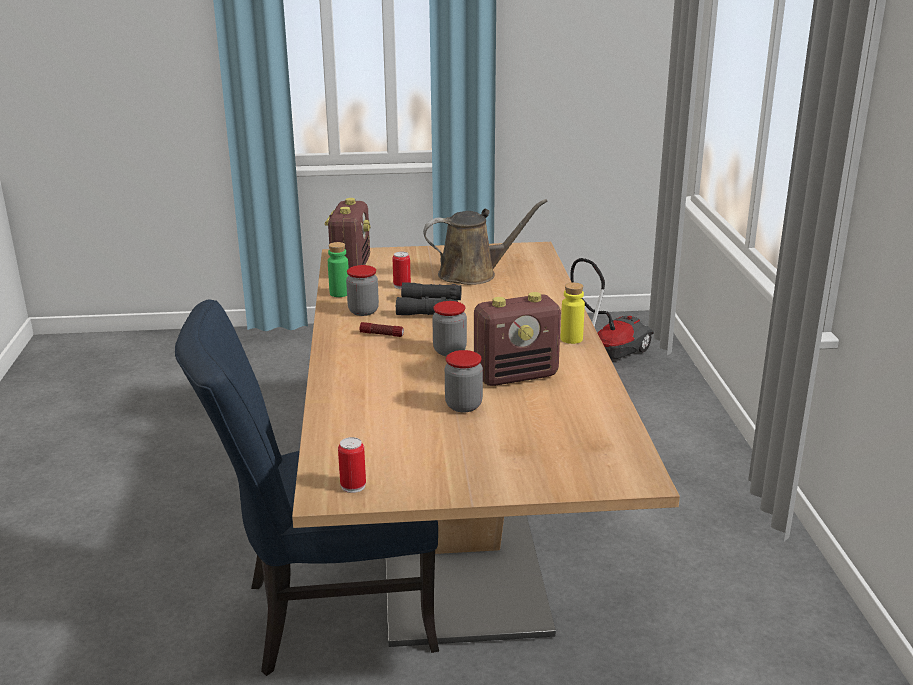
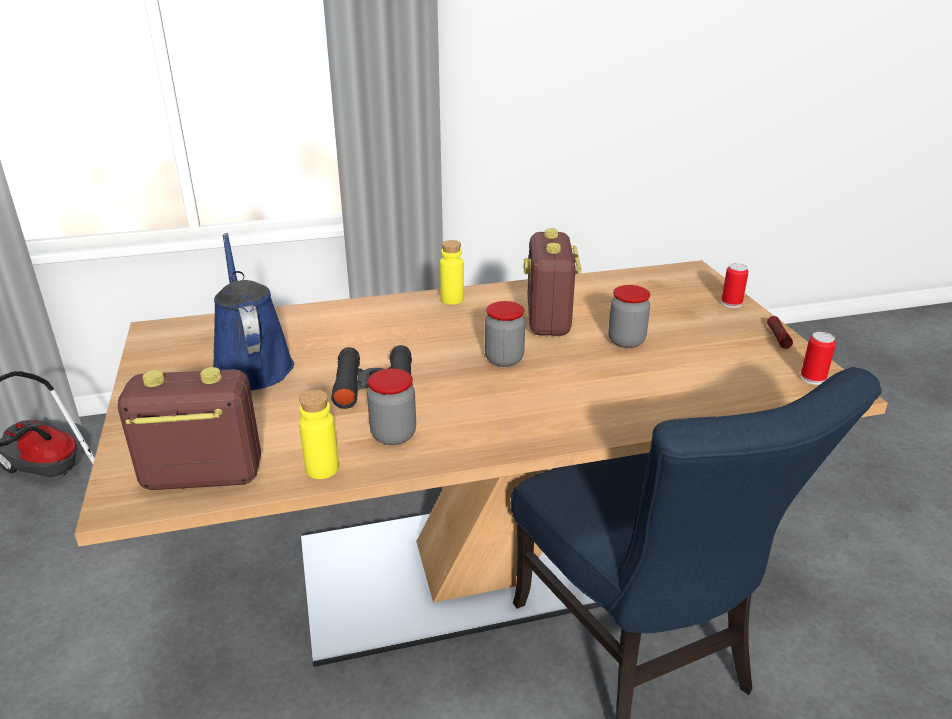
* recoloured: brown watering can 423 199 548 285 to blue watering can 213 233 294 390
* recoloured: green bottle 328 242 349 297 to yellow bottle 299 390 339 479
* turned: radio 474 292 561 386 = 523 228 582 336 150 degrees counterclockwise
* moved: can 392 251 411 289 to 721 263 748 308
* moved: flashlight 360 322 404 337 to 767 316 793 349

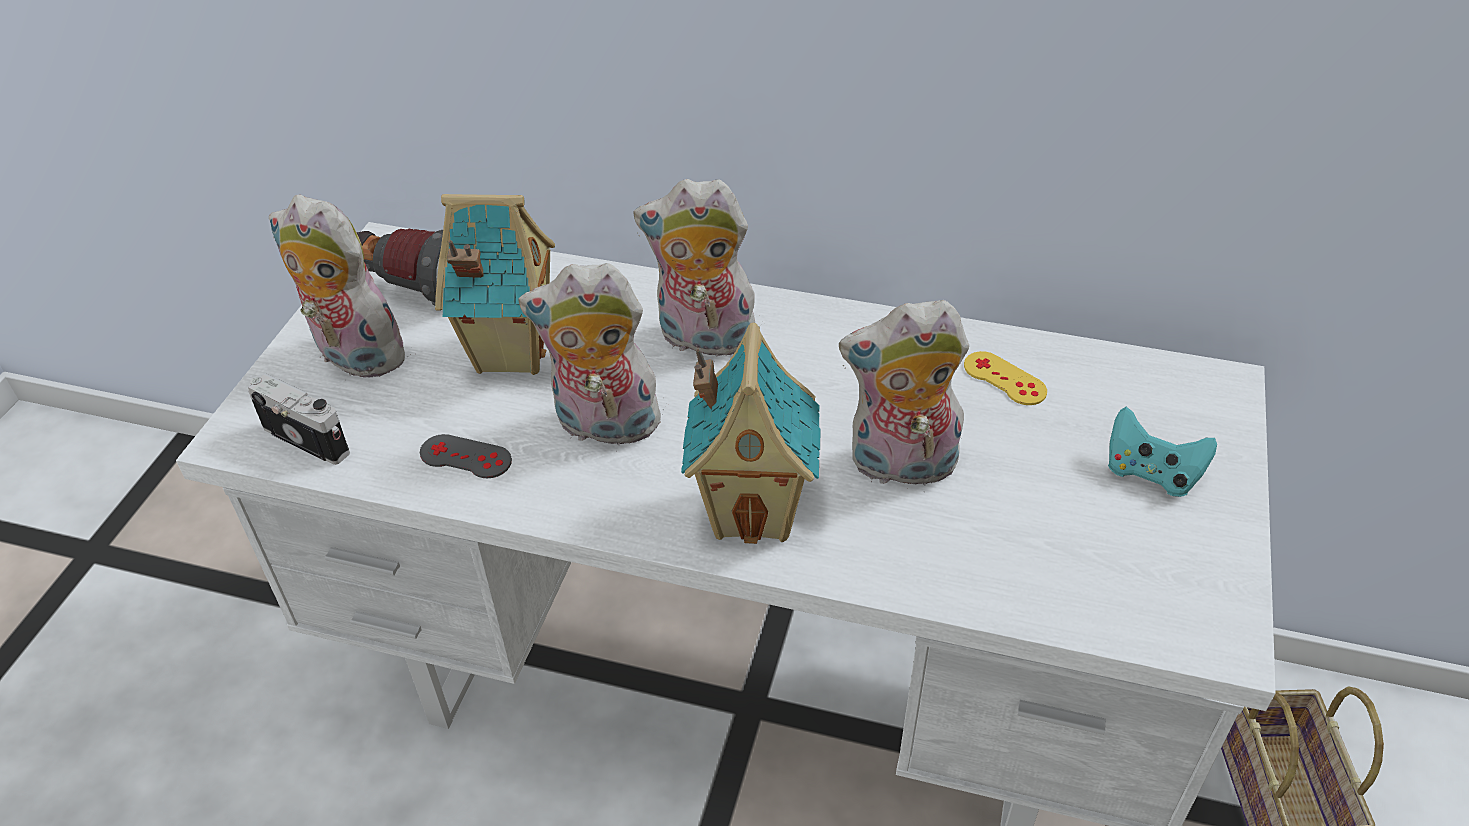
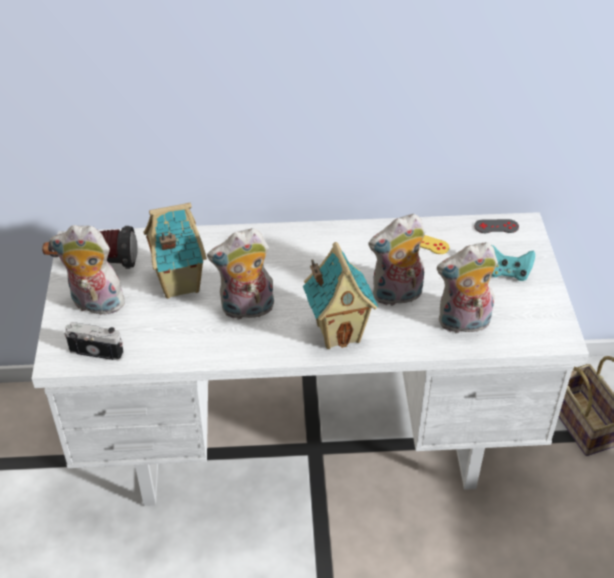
* moved: plush toy 633 179 760 362 to 437 242 498 333
* moved: grey game controller 420 434 512 478 to 474 219 519 233

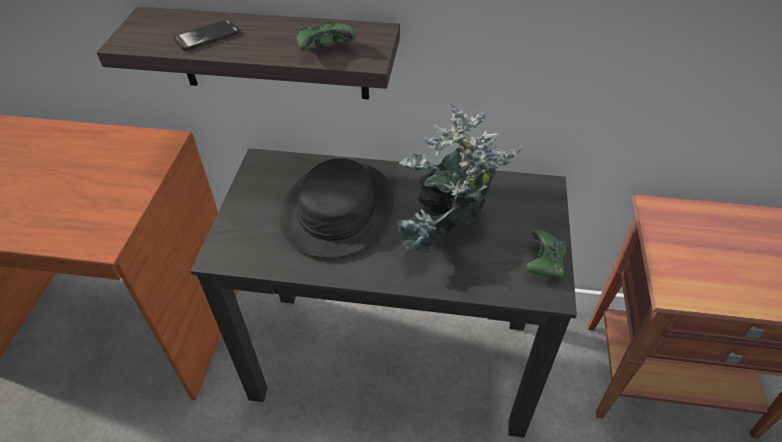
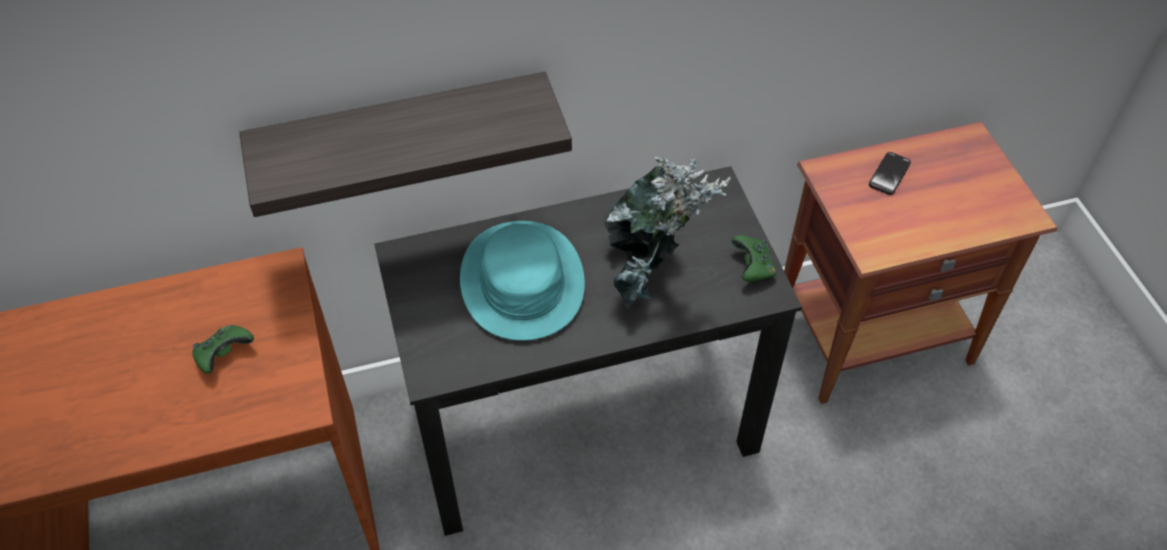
* moved: green game controller 297 21 356 51 to 192 325 254 374
* recoloured: black hat 280 158 394 258 to turquoise hat 460 221 585 341
* moved: phone 174 19 239 51 to 869 152 911 195

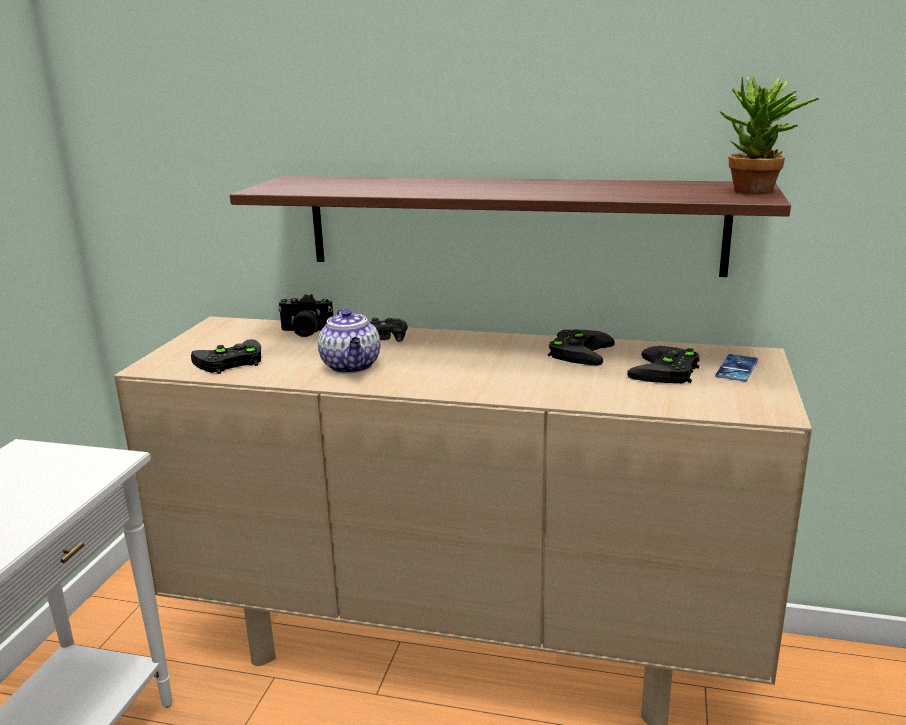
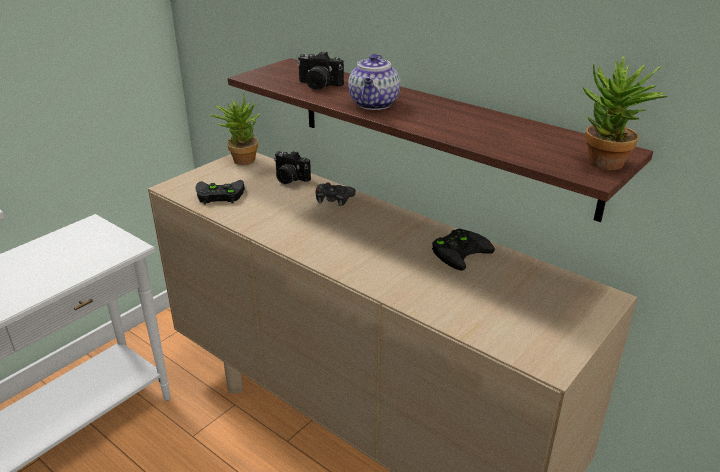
* added: potted plant 210 93 260 165
* added: photo camera 297 51 344 90
* moved: teapot 318 309 380 374 to 348 54 400 110
* removed: black game controller 627 346 700 383
* removed: phone 715 354 758 381

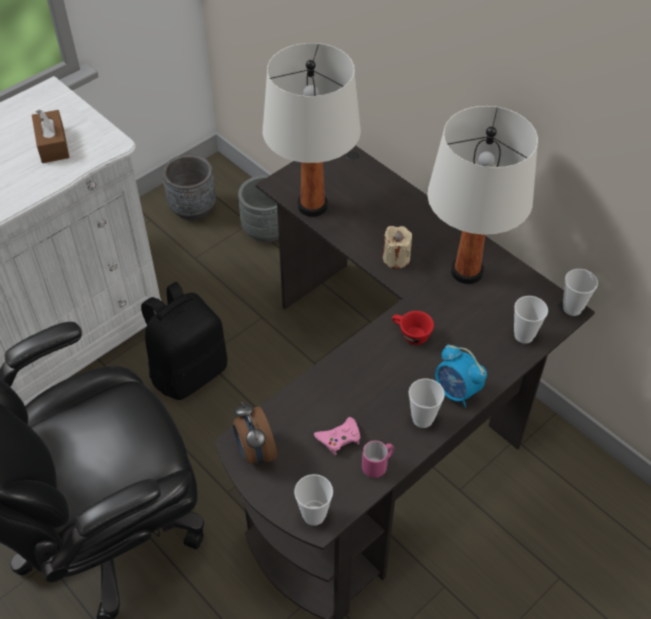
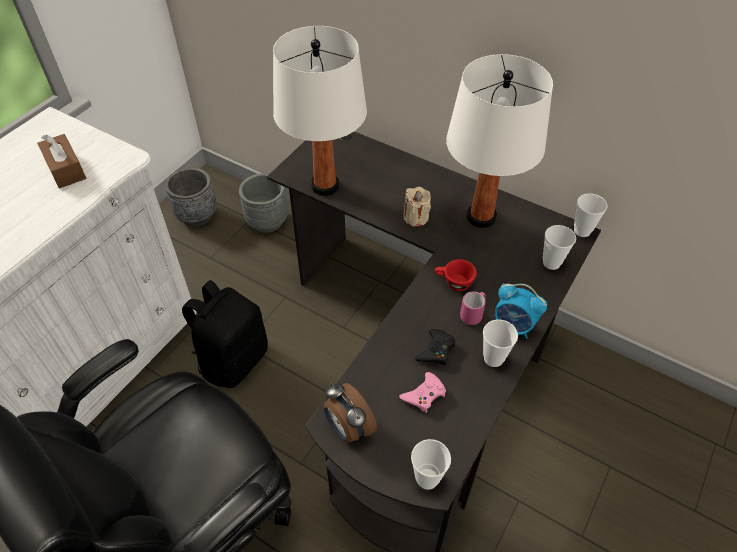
* added: black game controller 415 329 455 365
* moved: pink mug 362 441 394 478 to 460 291 486 325

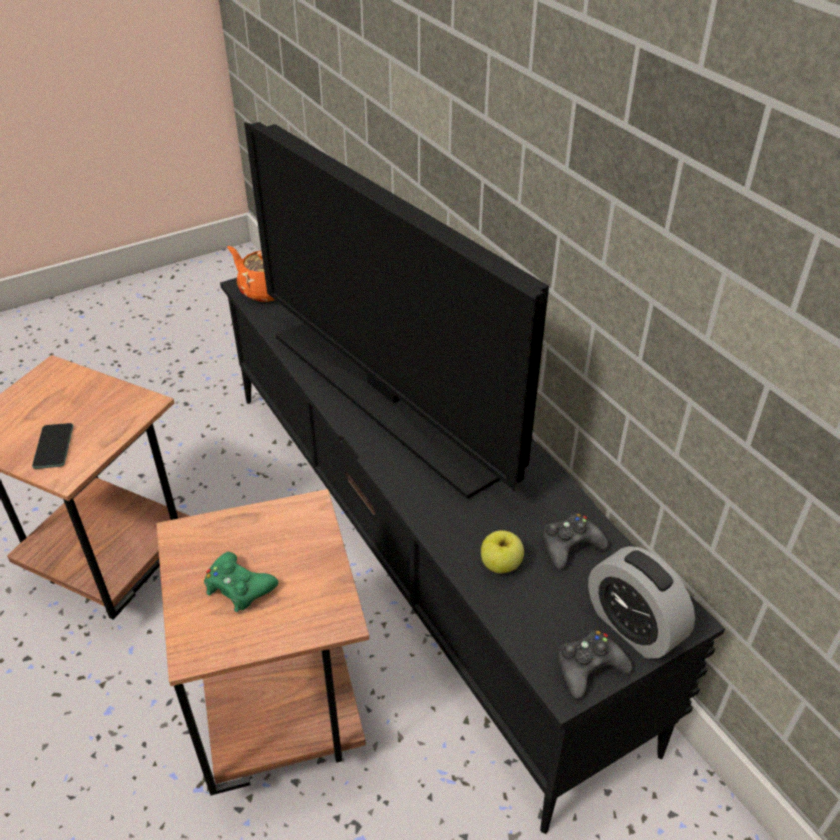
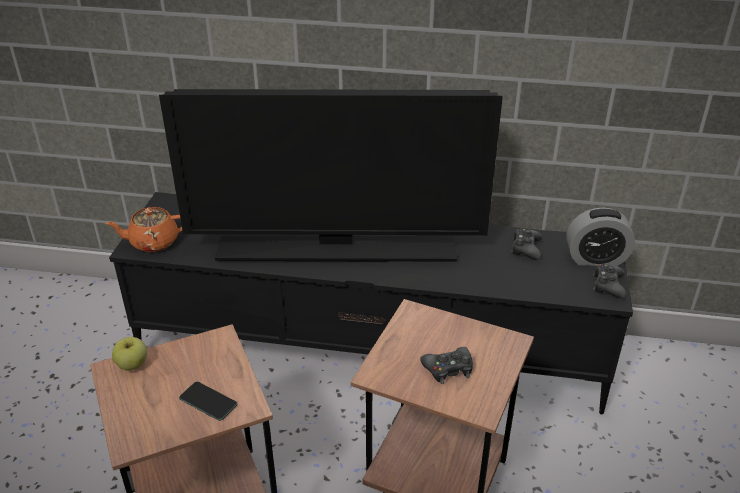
* moved: apple 481 530 524 573 to 112 337 147 371
* recoloured: green game controller 204 552 278 612 to black game controller 420 347 473 384

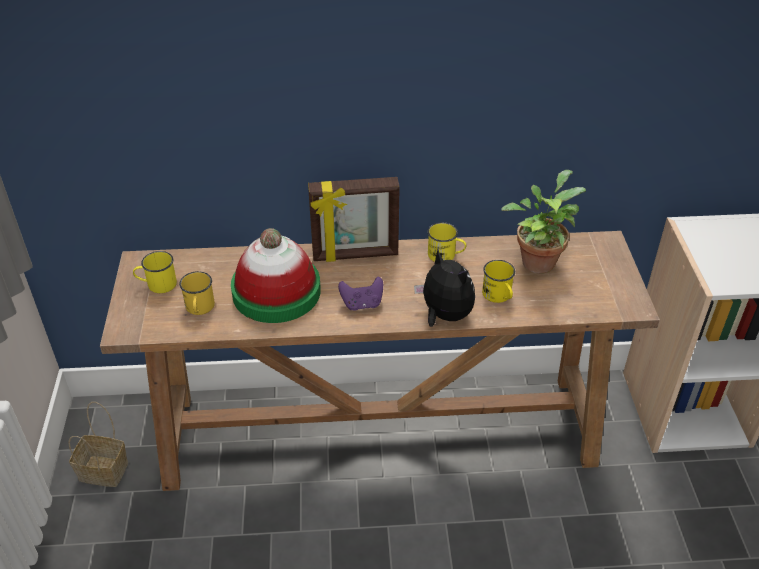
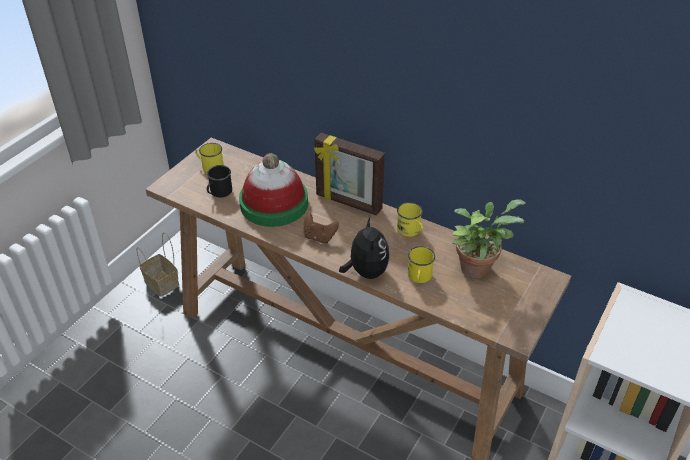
* recoloured: yellow mug 179 271 215 315 to black mug 207 165 232 198
* recoloured: purple game controller 338 277 383 311 to brown game controller 304 214 339 244

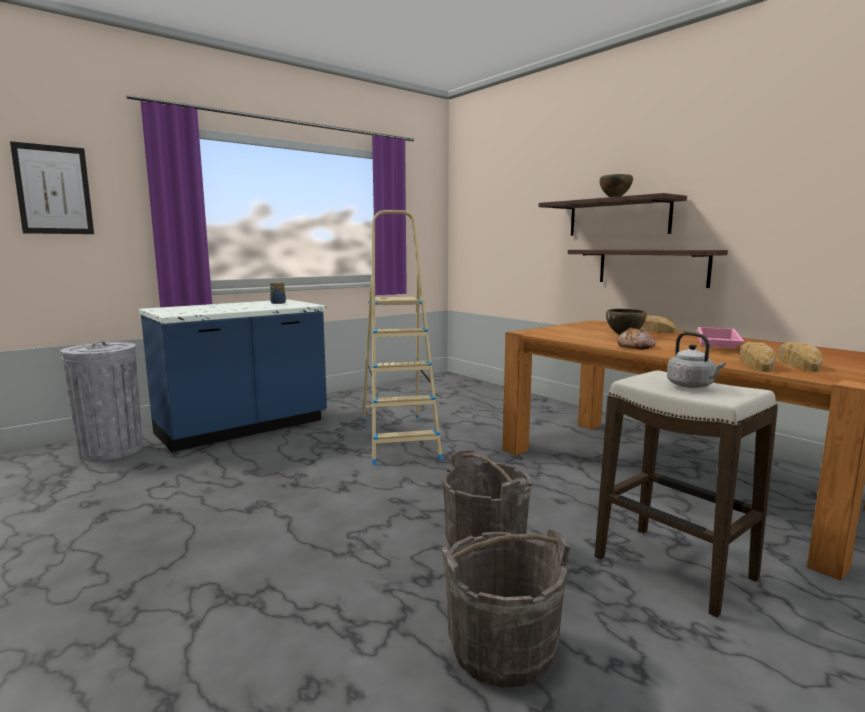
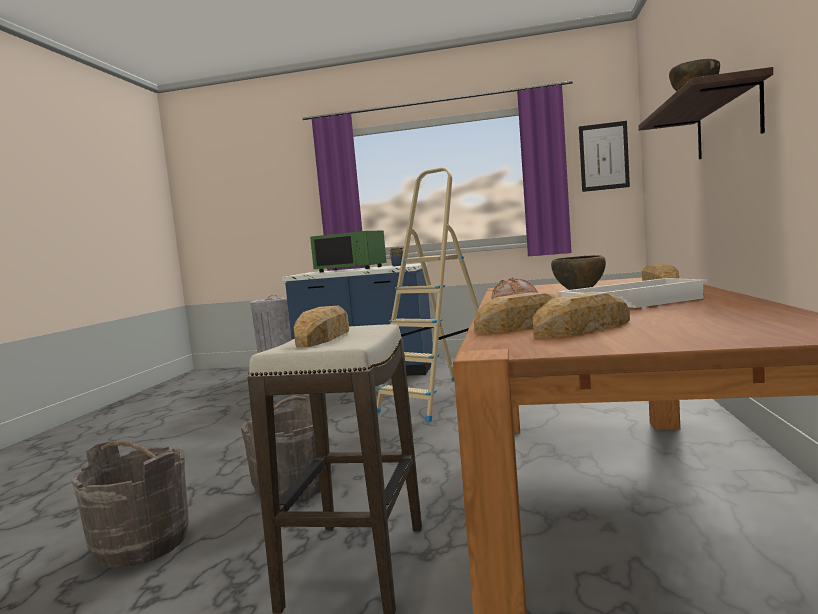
* replaced: grey kettle 667 332 726 388 to bread 294 306 349 348
* added: green microwave 310 231 387 272
* recoloured: pink tray 697 327 745 348 to white tray 557 278 708 308
* moved: picture 10 141 94 234 to 579 121 630 192
* removed: shelf 568 250 728 288

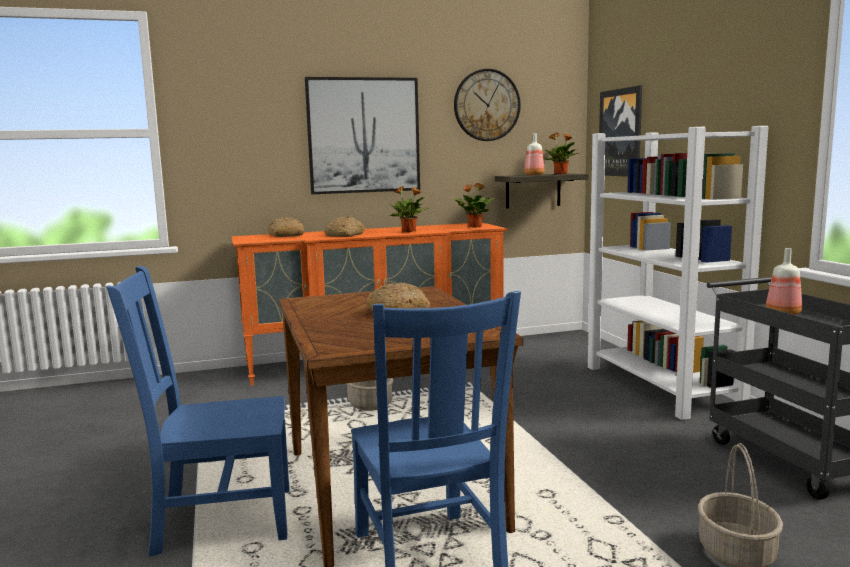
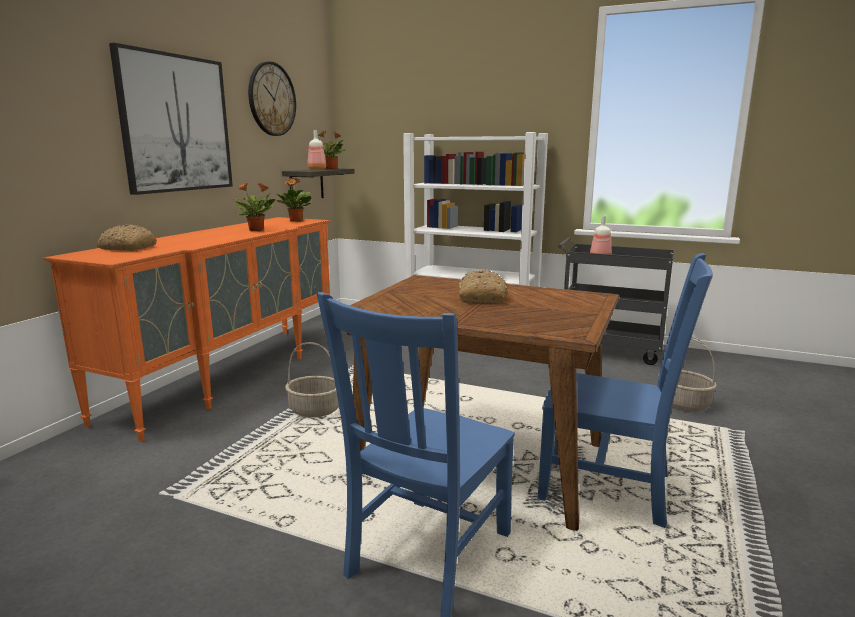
* removed: bread 325 217 365 237
* removed: picture 599 85 642 177

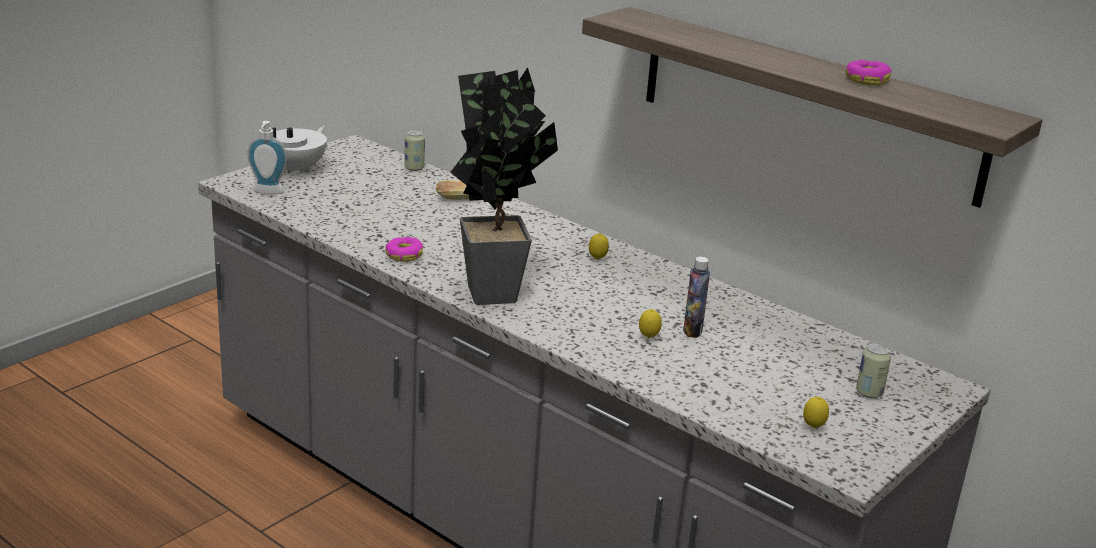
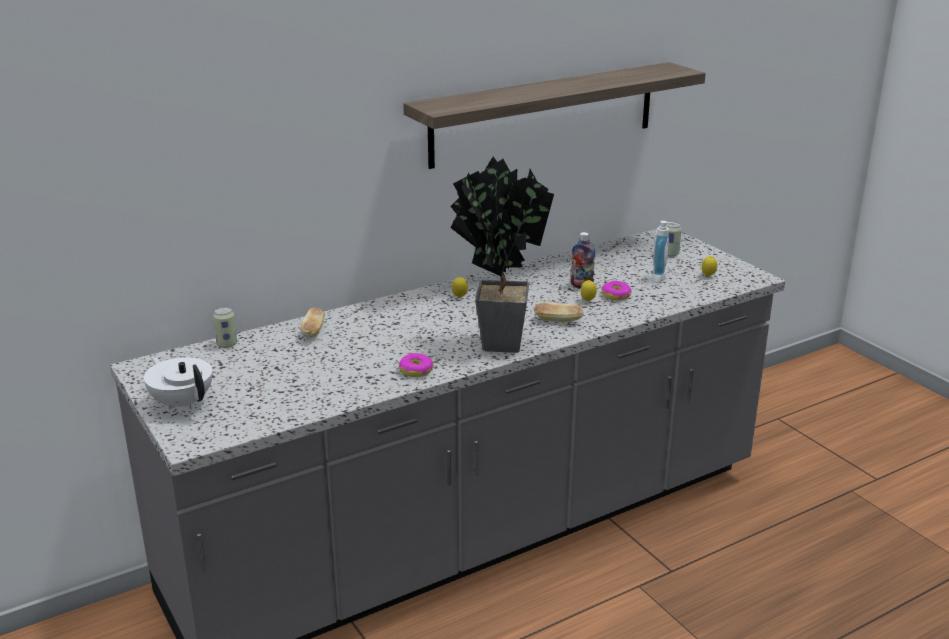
* added: bread 534 302 584 322
* moved: donut 846 60 892 85 to 602 281 632 300
* moved: soap dispenser 247 121 287 194 to 652 221 677 283

